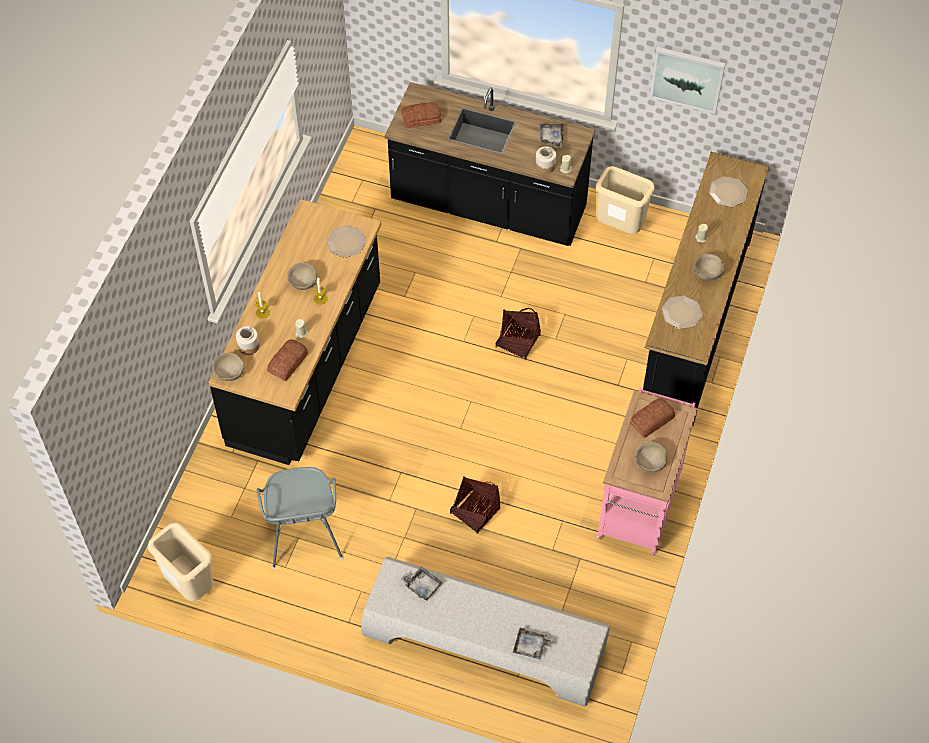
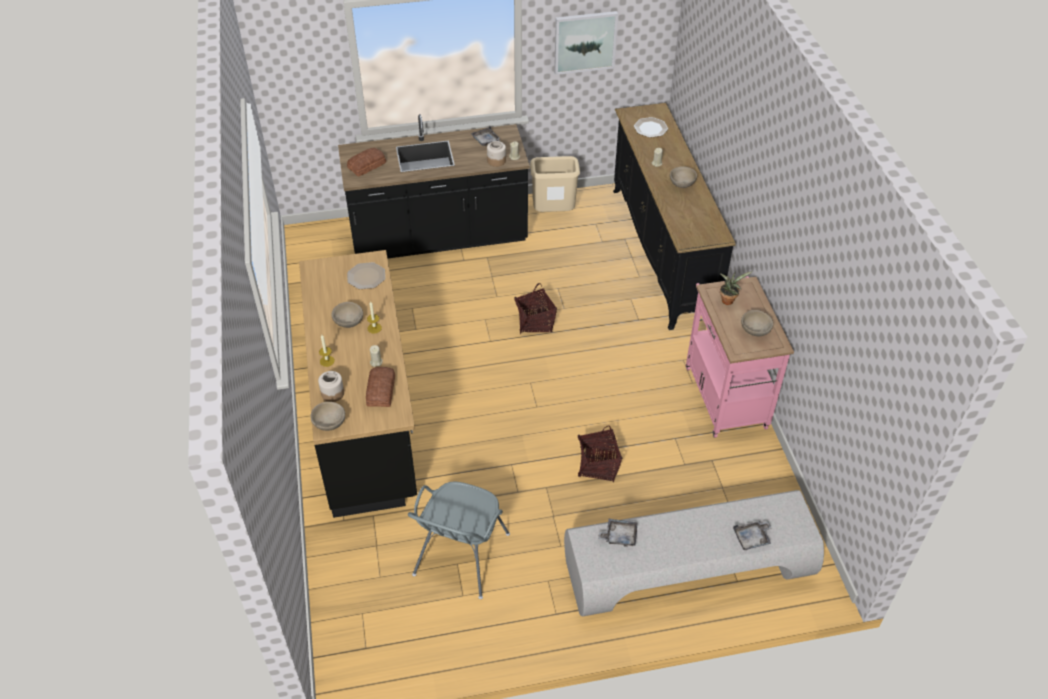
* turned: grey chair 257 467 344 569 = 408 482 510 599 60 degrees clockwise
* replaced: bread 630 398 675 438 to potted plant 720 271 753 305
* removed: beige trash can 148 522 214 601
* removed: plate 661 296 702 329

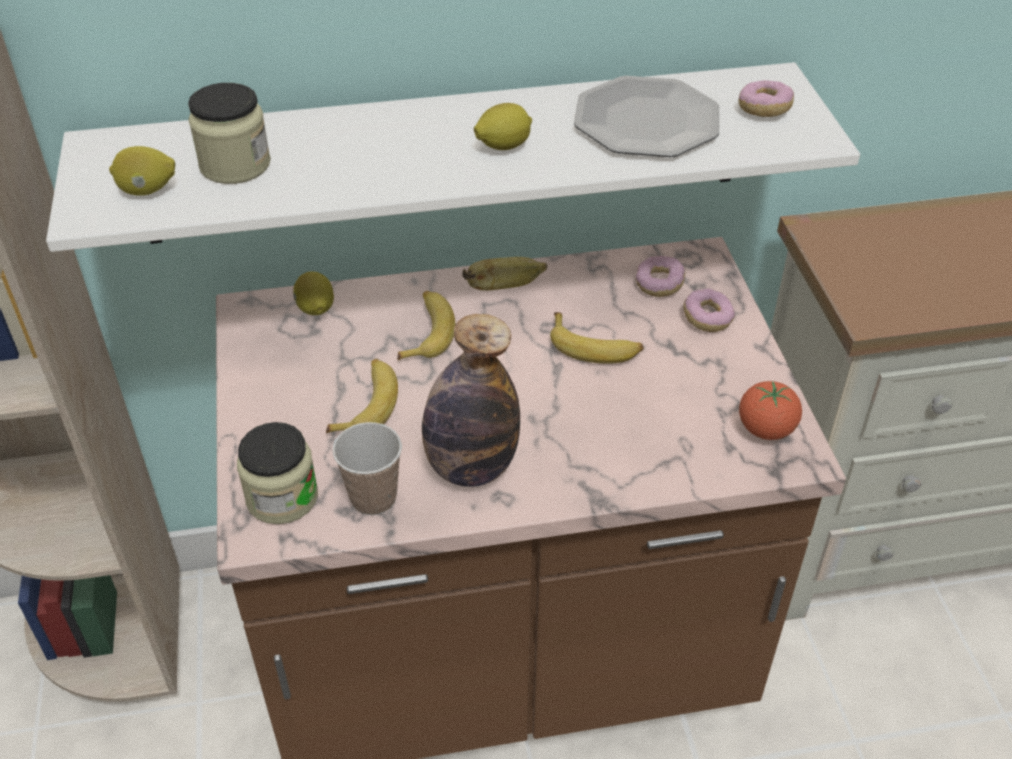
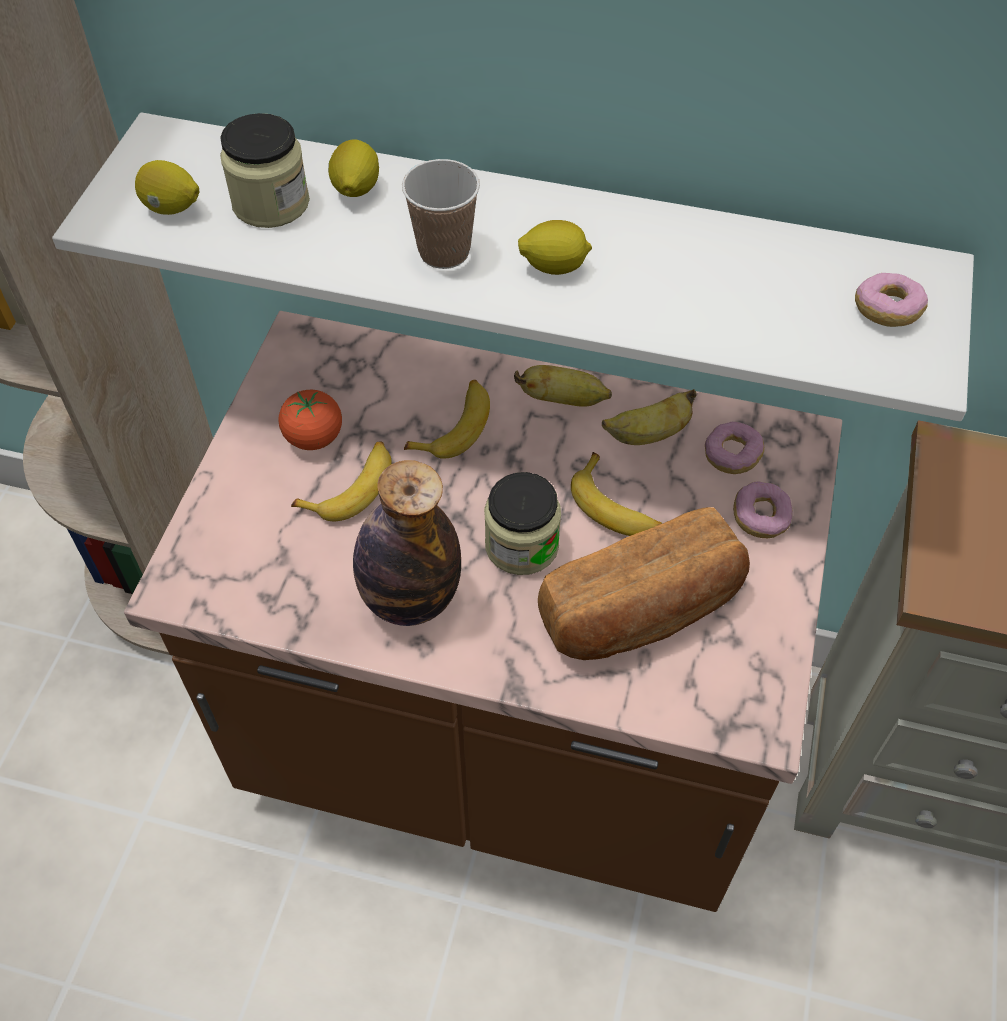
* moved: tomato 739 381 802 440 to 279 390 342 450
* moved: lemon 293 271 334 315 to 328 140 379 197
* moved: cup 332 422 402 515 to 402 159 480 269
* moved: jar 237 422 318 524 to 484 472 561 575
* added: bread 538 507 750 660
* added: banana 602 389 696 445
* removed: plate 574 76 719 157

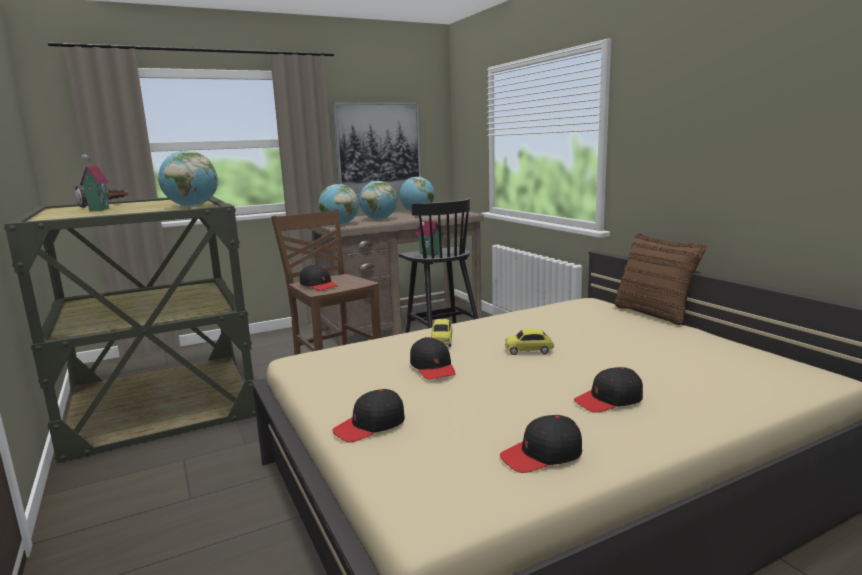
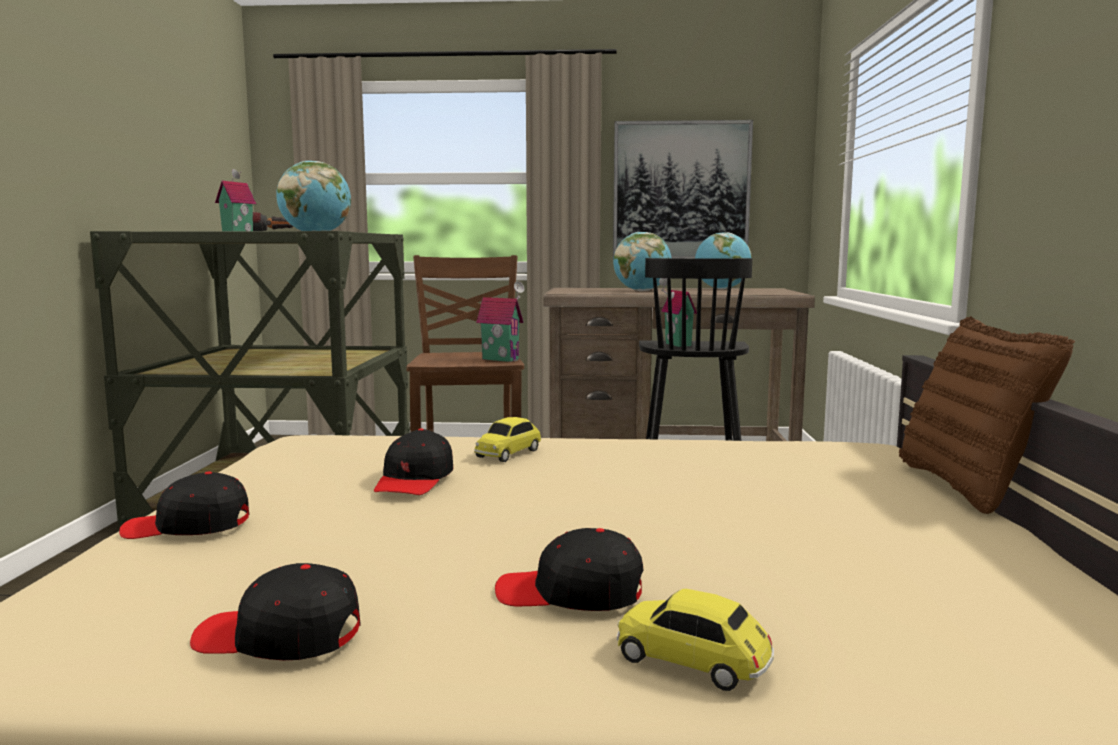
* added: toy house 476 281 525 362
* moved: toy car 505 328 554 355 to 617 589 774 691
* removed: black cap 300 264 338 291
* removed: globe 319 184 359 225

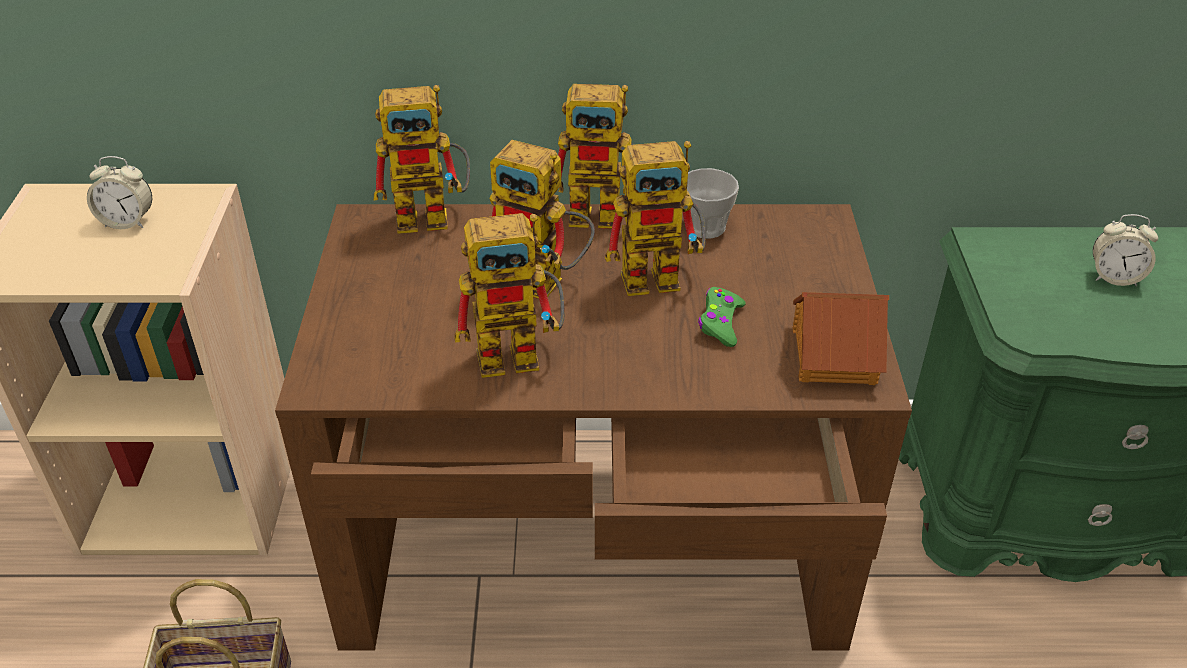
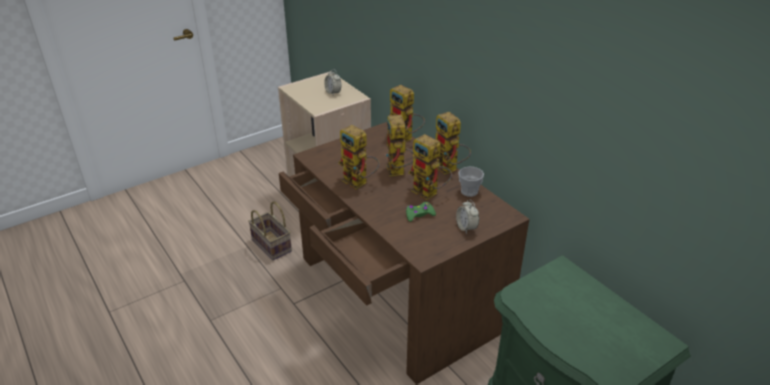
* moved: alarm clock 1093 214 1158 286 to 456 200 479 234
* removed: toy house 792 292 889 385

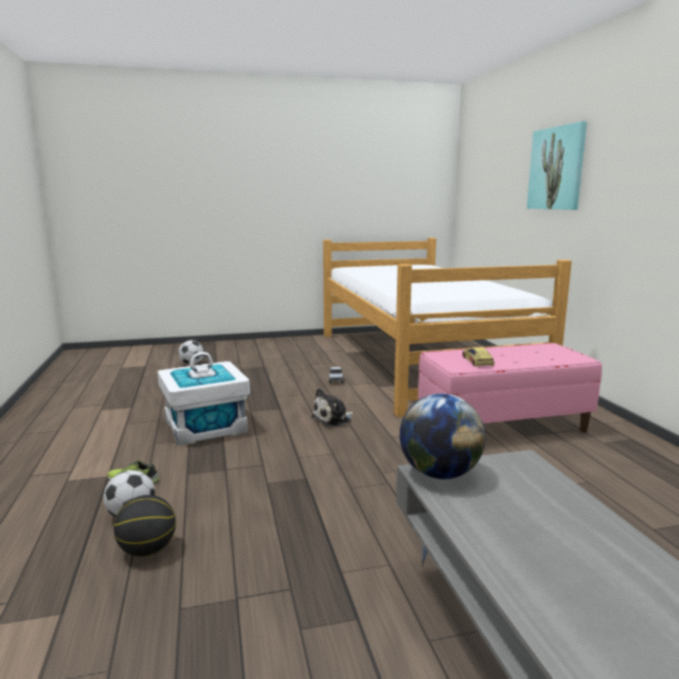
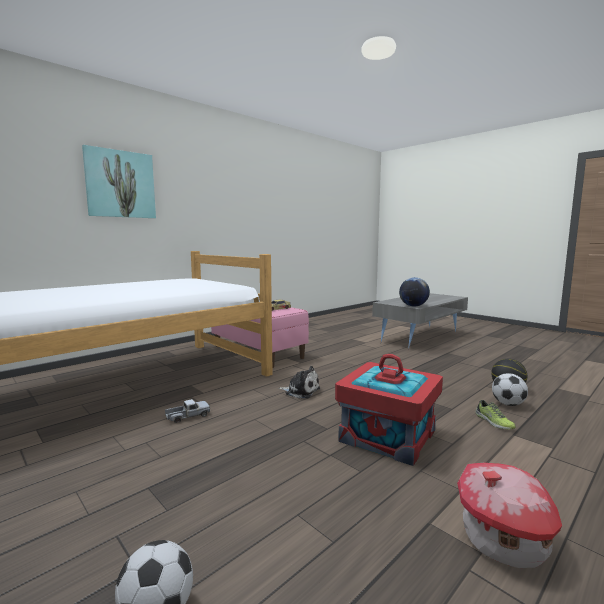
* recoloured: white storage box 157 352 250 446 to red storage box 335 354 443 466
* added: toy house 457 463 562 568

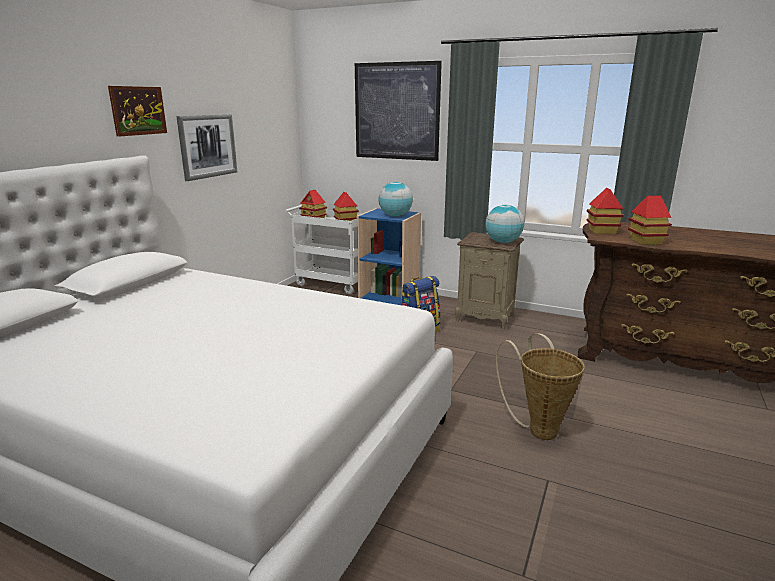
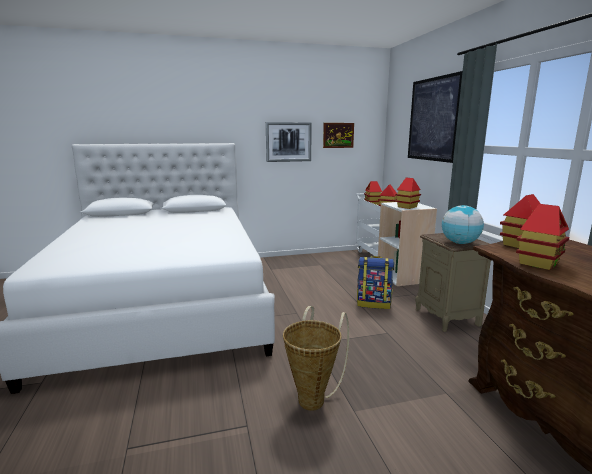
* moved: picture 108 86 167 137 to 323 123 354 148
* recoloured: blue bookcase 357 208 421 305 to white bookcase 378 202 437 286
* replaced: globe 379 182 413 217 to toy house 395 178 421 209

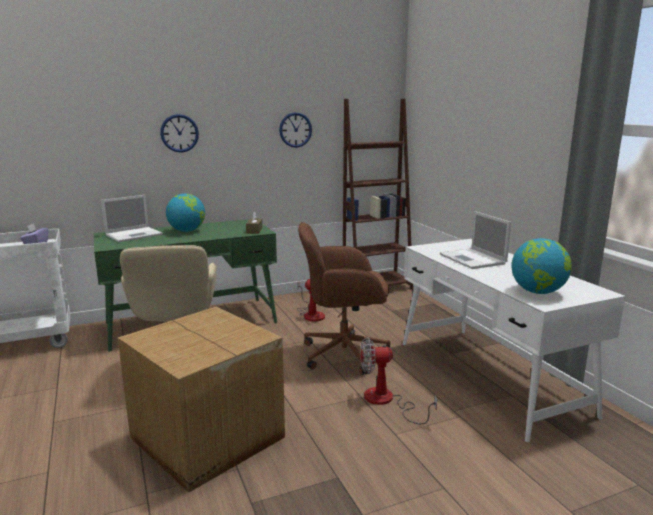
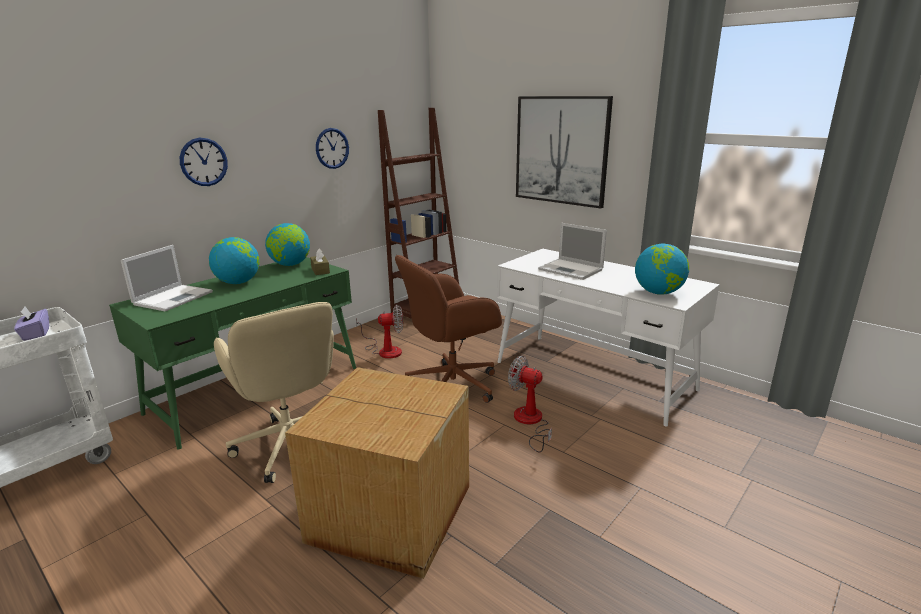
* added: globe 265 223 310 266
* turned: fan 361 337 437 424 = 508 356 552 453 60 degrees clockwise
* added: picture 516 96 613 209

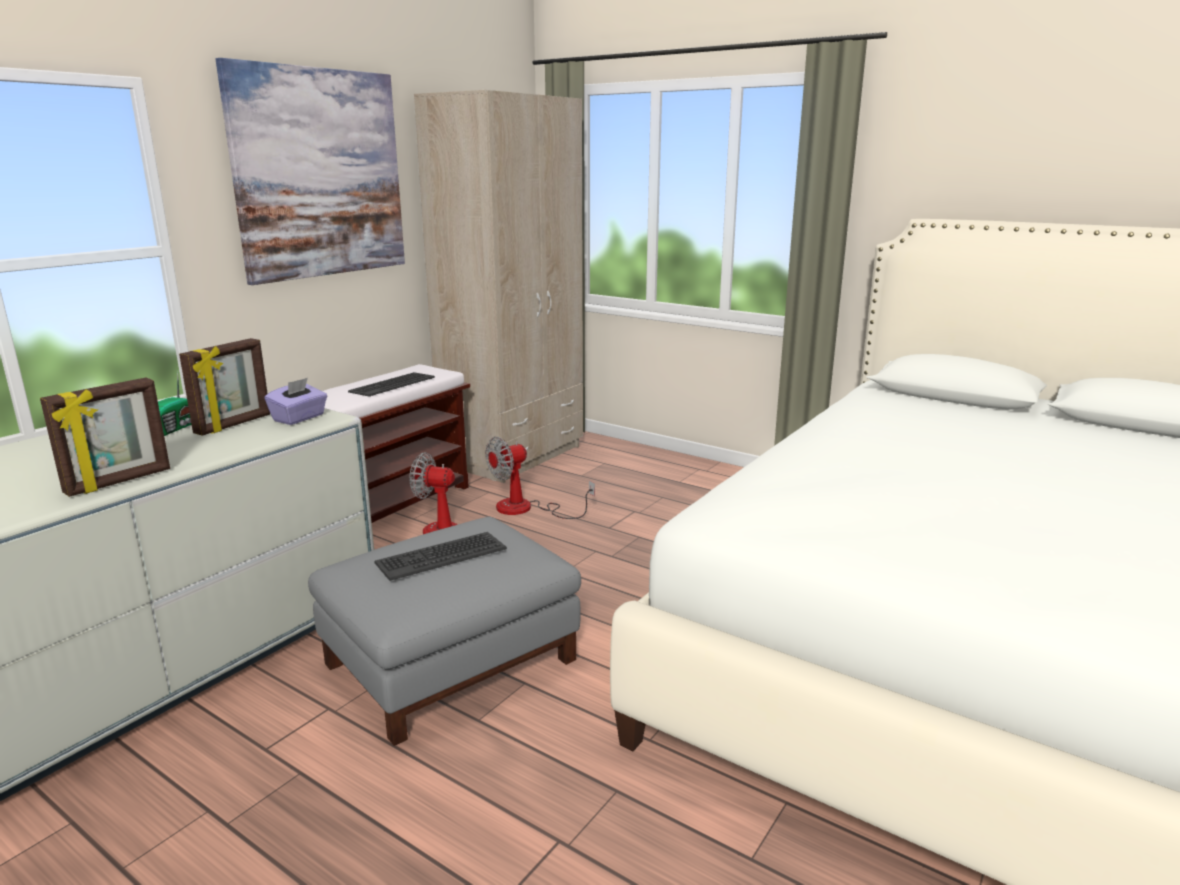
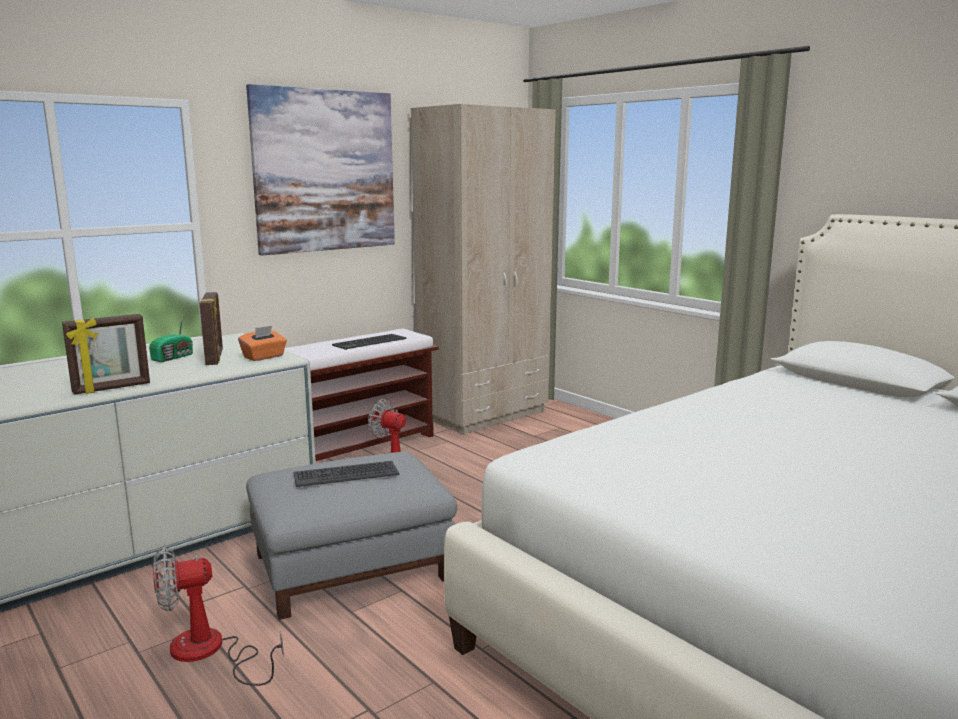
* moved: fan 485 437 595 519 to 153 546 284 686
* turned: picture frame 179 338 270 436 = 200 292 223 365 60 degrees counterclockwise
* recoloured: purple tissue box 264 378 327 425 to orange tissue box 238 326 287 361

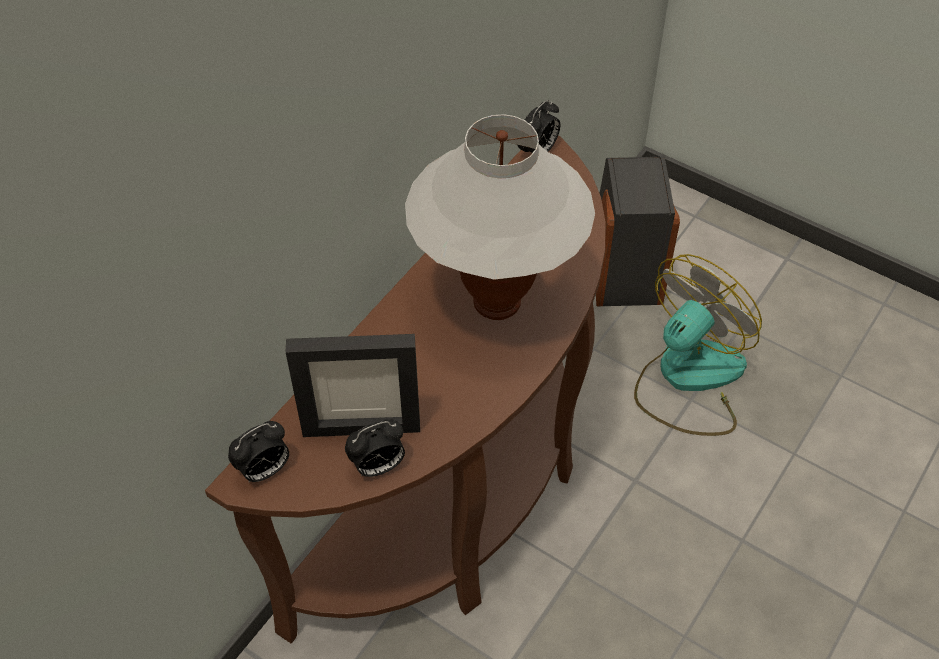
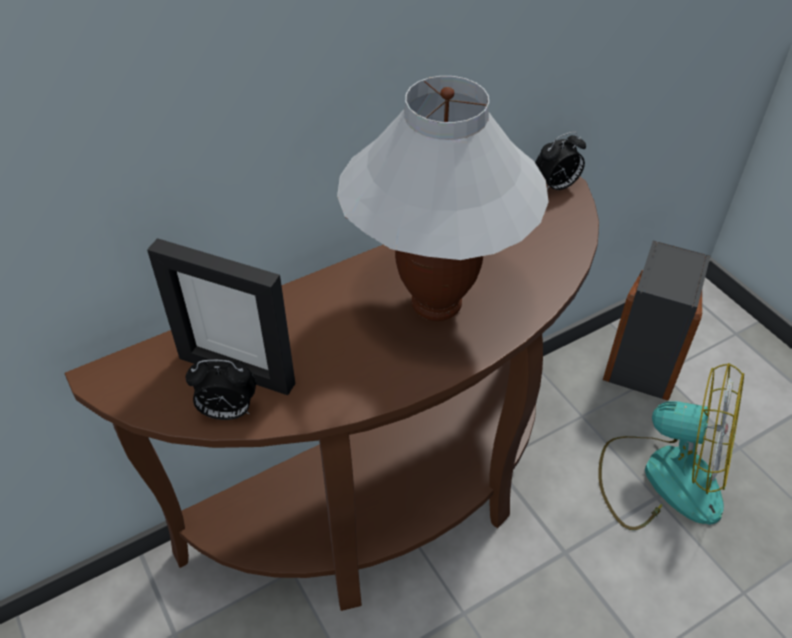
* turned: fan 634 254 762 436 = 598 363 744 530 45 degrees clockwise
* removed: alarm clock 228 421 289 482

